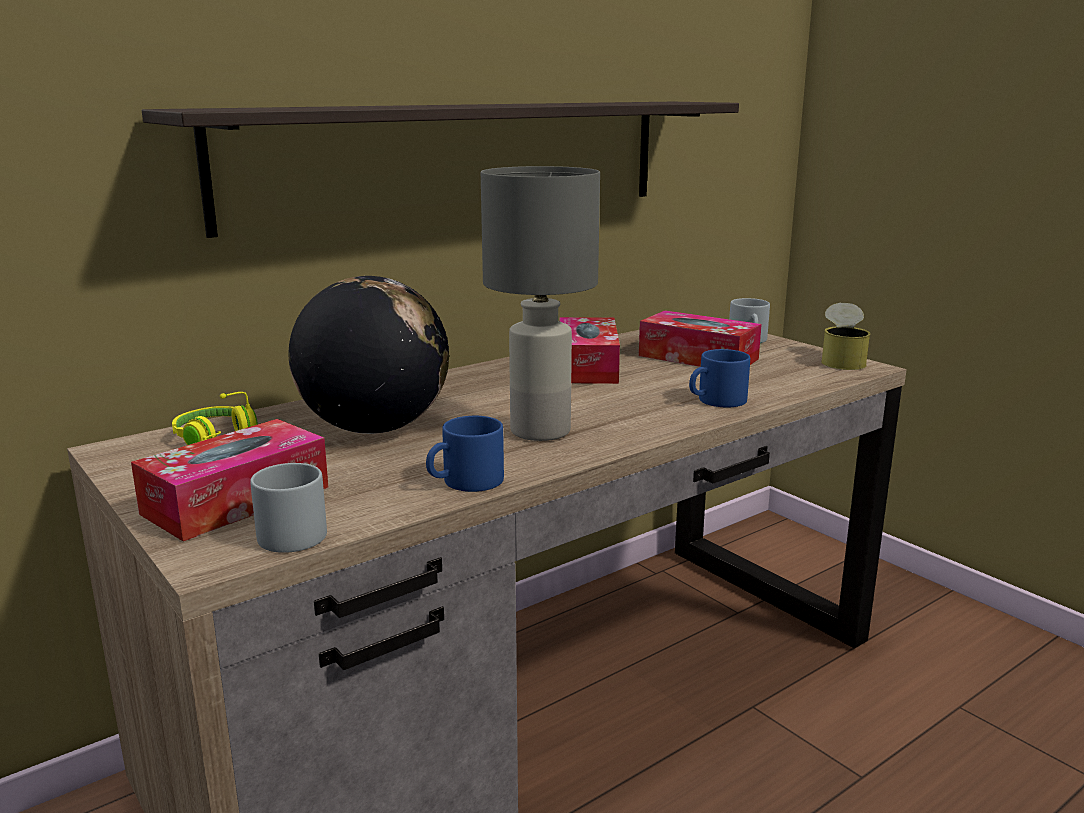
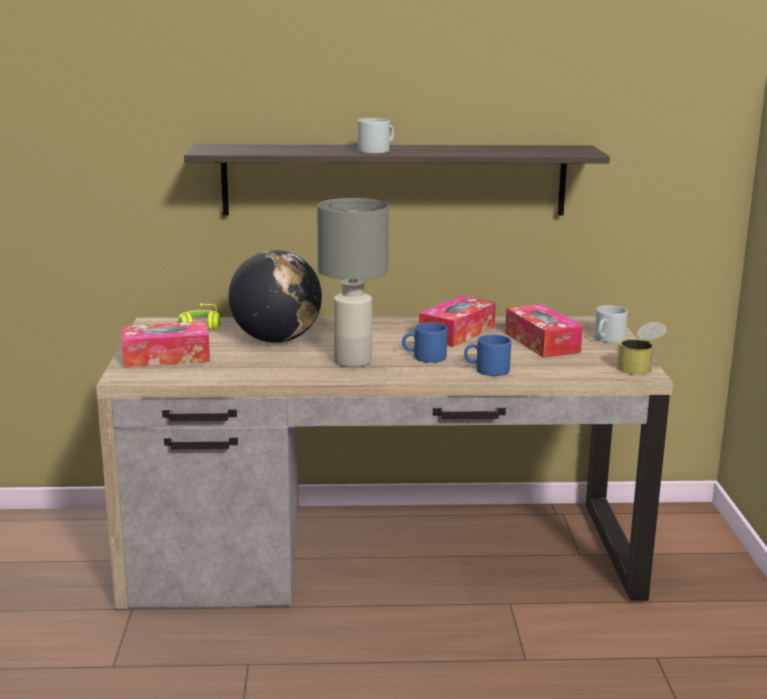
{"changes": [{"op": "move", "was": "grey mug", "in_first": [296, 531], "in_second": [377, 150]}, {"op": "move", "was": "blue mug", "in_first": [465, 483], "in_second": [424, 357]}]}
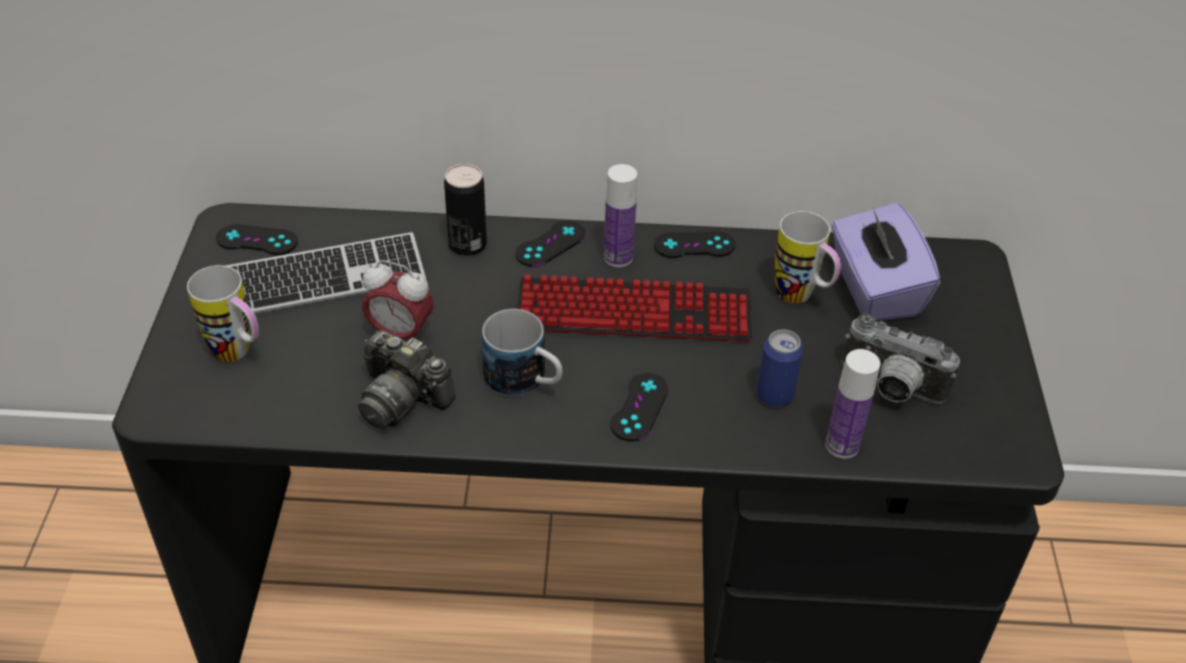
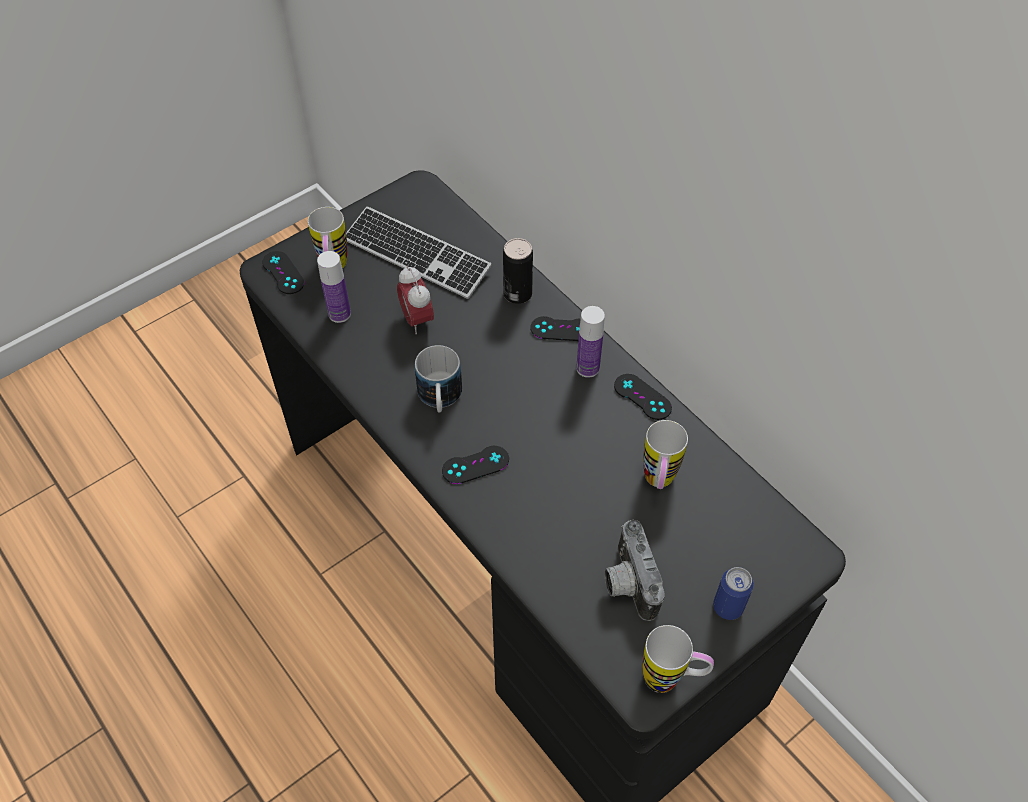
{"changes": [{"op": "move", "was": "black game controller", "in_first": [257, 240], "in_second": [283, 273]}, {"op": "move", "was": "bottle", "in_first": [842, 445], "in_second": [339, 314]}, {"op": "insert", "now": "mug", "in_second": [671, 680]}, {"op": "move", "was": "can", "in_first": [774, 395], "in_second": [728, 607]}, {"op": "delete", "was": "photo camera", "in_first": [401, 398]}, {"op": "delete", "was": "keyboard", "in_first": [633, 313]}, {"op": "delete", "was": "purple tissue box", "in_first": [874, 289]}]}
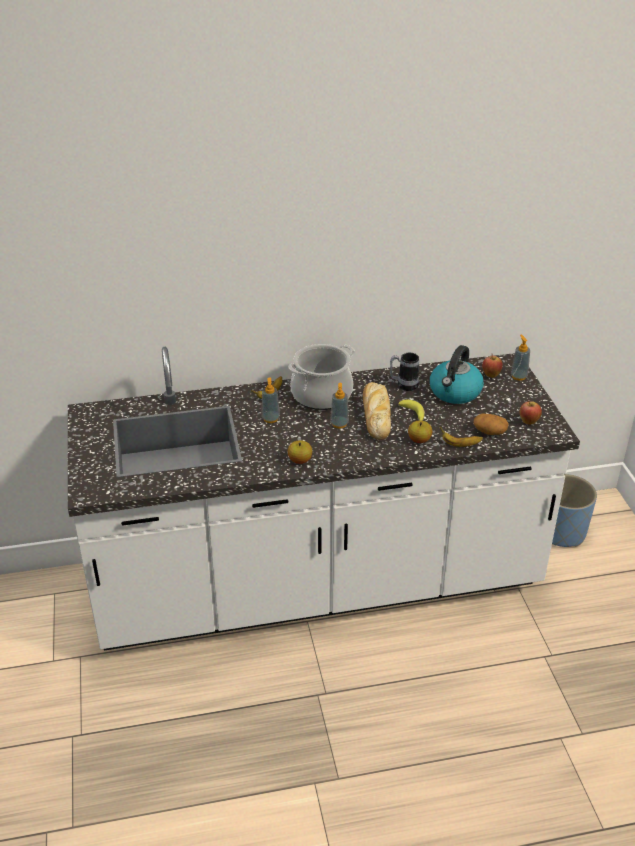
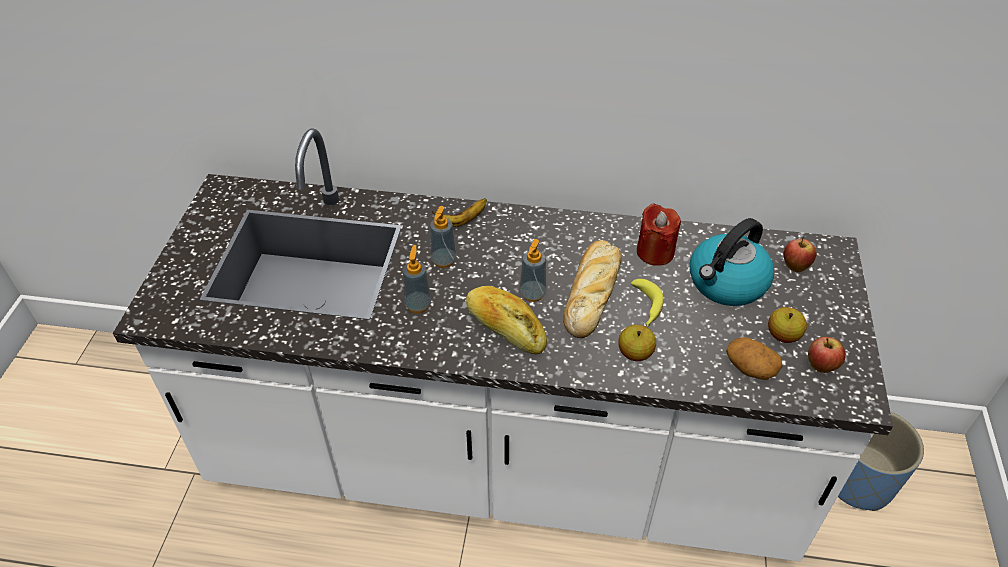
{"changes": [{"op": "move", "was": "soap dispenser", "in_first": [518, 376], "in_second": [418, 305]}, {"op": "insert", "now": "bread", "in_second": [505, 328]}, {"op": "replace", "was": "mug", "now": "red candle", "in_first": [403, 385], "in_second": [655, 252]}, {"op": "move", "was": "apple", "in_first": [300, 460], "in_second": [783, 335]}, {"op": "delete", "was": "cooking pot", "in_first": [321, 395]}, {"op": "delete", "was": "banana", "in_first": [459, 445]}]}
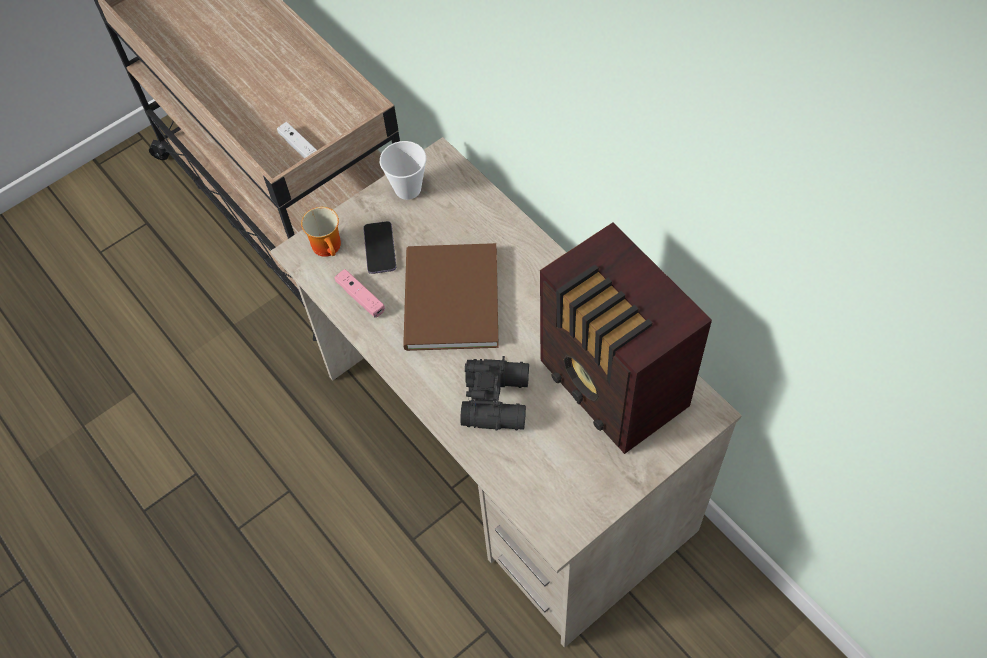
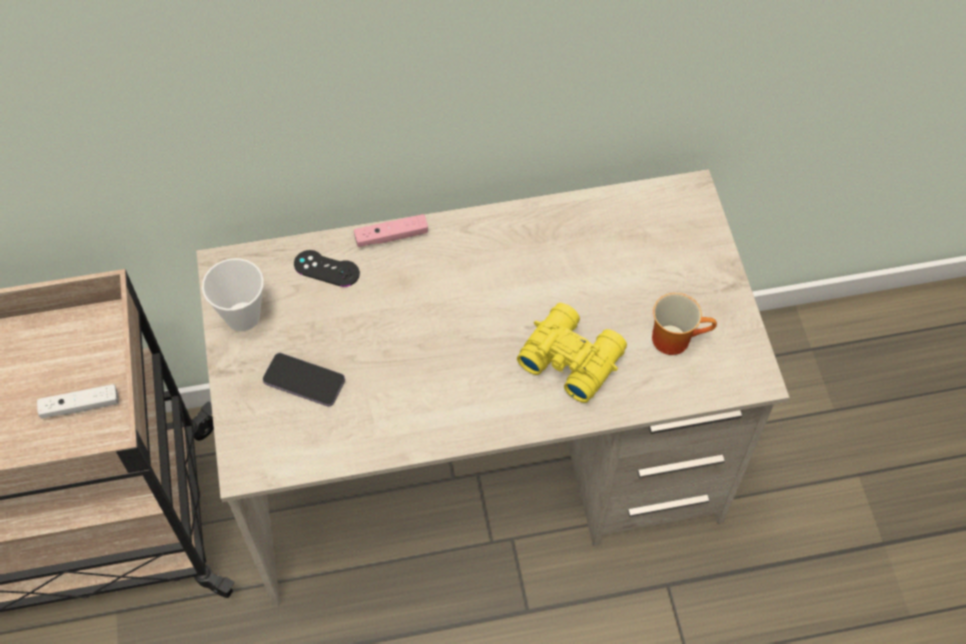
{"changes": [{"op": "insert", "now": "black game controller", "in_second": [326, 268]}, {"op": "move", "was": "pink game controller", "in_first": [360, 297], "in_second": [391, 236]}, {"op": "recolor", "was": "black binoculars", "now": "yellow binoculars", "in_first": [498, 398], "in_second": [570, 357]}, {"op": "move", "was": "mug", "in_first": [330, 246], "in_second": [675, 336]}, {"op": "delete", "was": "brown book", "in_first": [448, 302]}, {"op": "delete", "was": "radio", "in_first": [613, 387]}]}
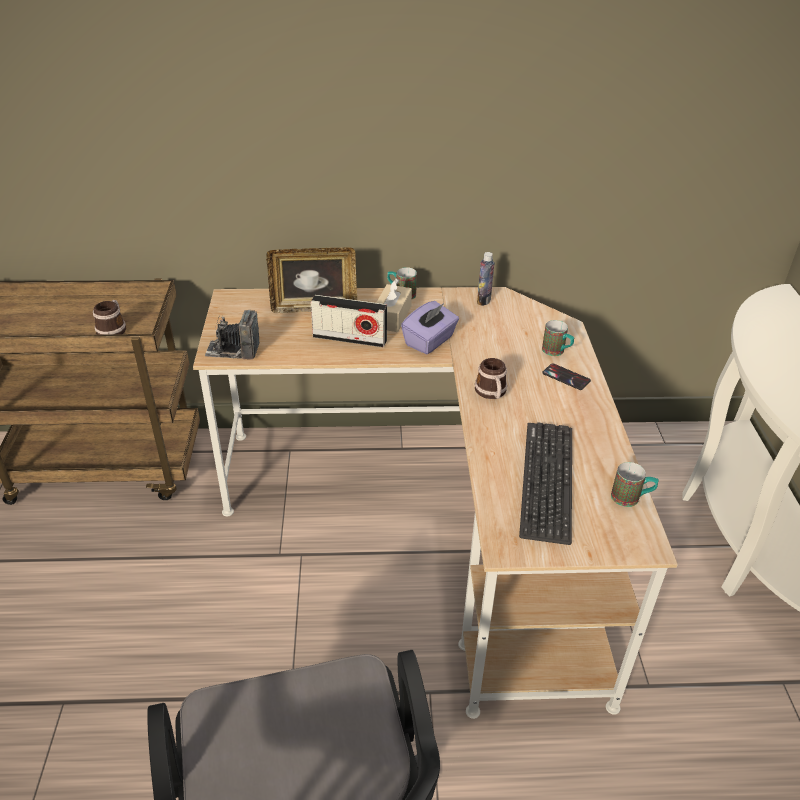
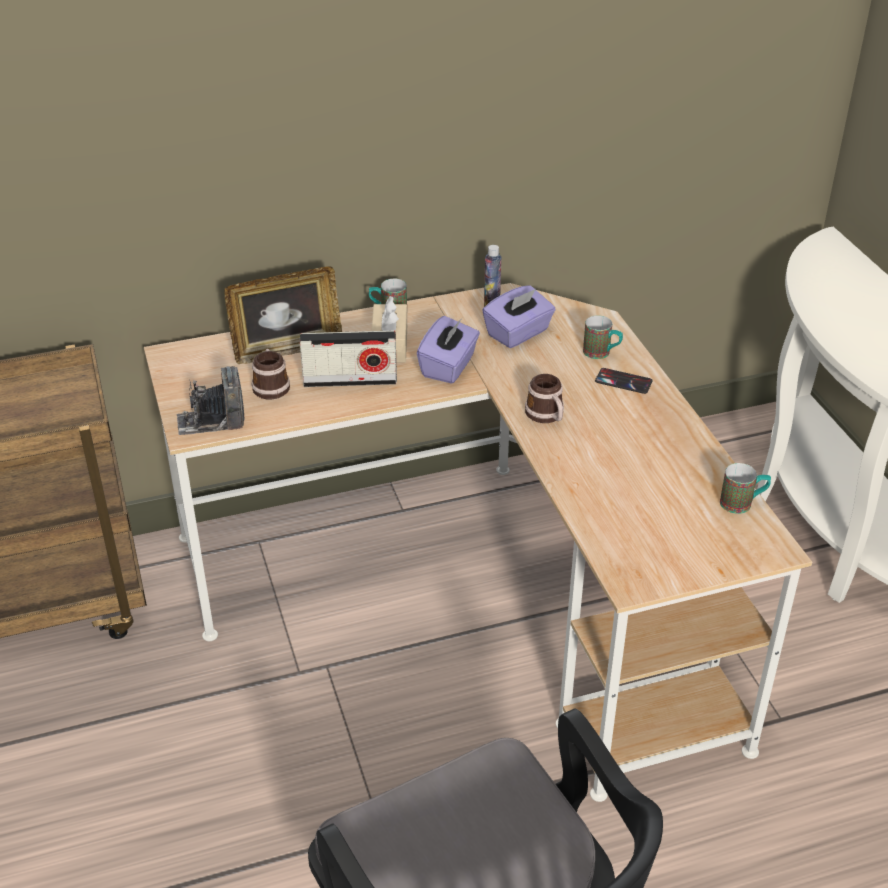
{"changes": [{"op": "move", "was": "mug", "in_first": [113, 328], "in_second": [271, 385]}, {"op": "insert", "now": "purple tissue box", "in_second": [518, 333]}, {"op": "delete", "was": "keyboard", "in_first": [547, 480]}]}
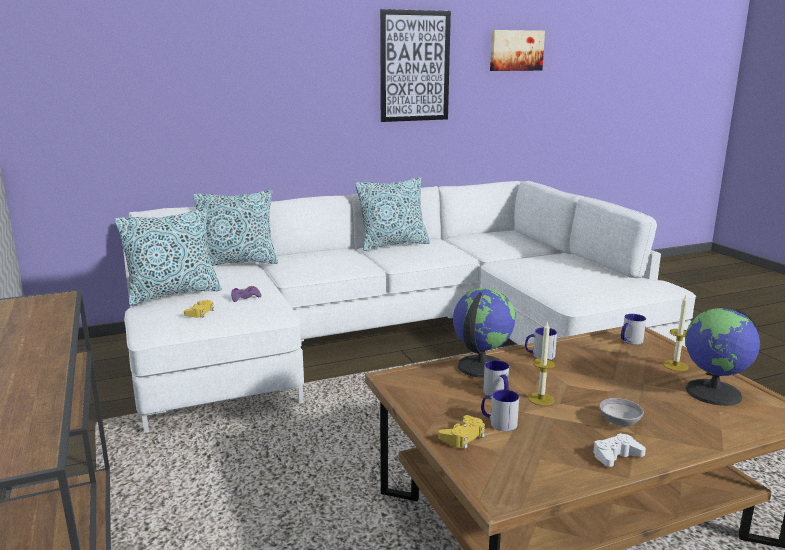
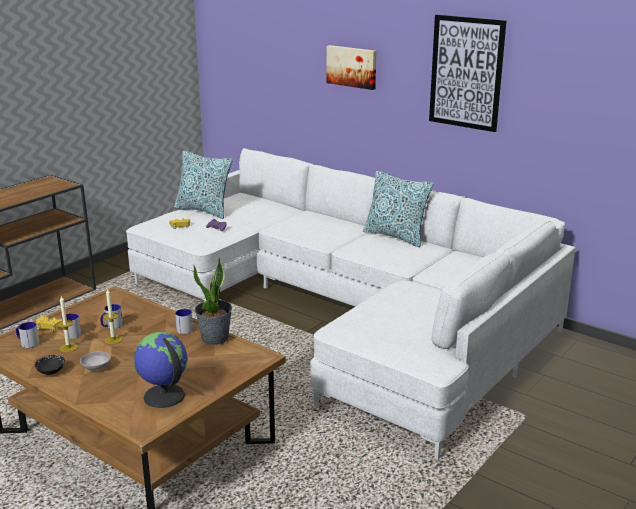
{"changes": [{"op": "move", "was": "mug", "in_first": [629, 341], "in_second": [27, 343]}, {"op": "replace", "was": "white game controller", "now": "black bowl", "in_first": [616, 456], "in_second": [51, 371]}, {"op": "move", "was": "candle", "in_first": [675, 365], "in_second": [68, 347]}, {"op": "insert", "now": "potted plant", "in_second": [215, 338]}, {"op": "move", "was": "picture", "in_first": [516, 50], "in_second": [352, 66]}, {"op": "delete", "was": "pillow", "in_first": [238, 262]}, {"op": "delete", "was": "globe", "in_first": [480, 366]}]}
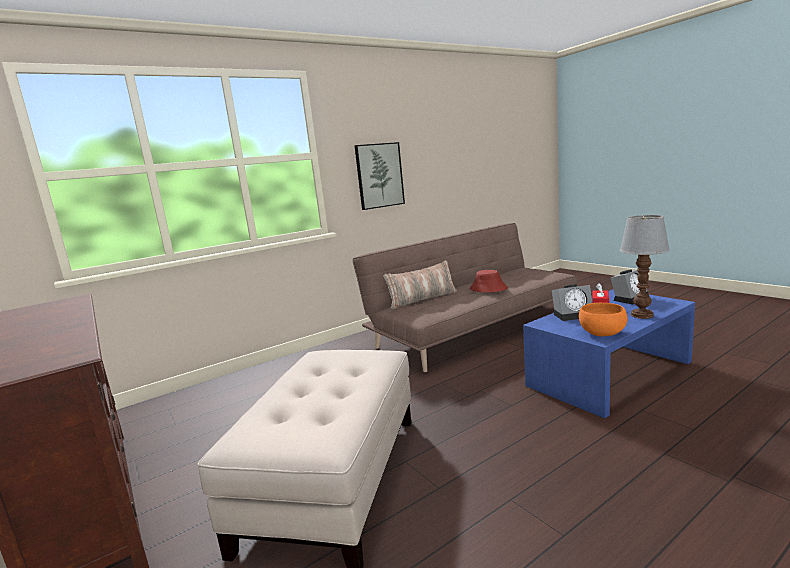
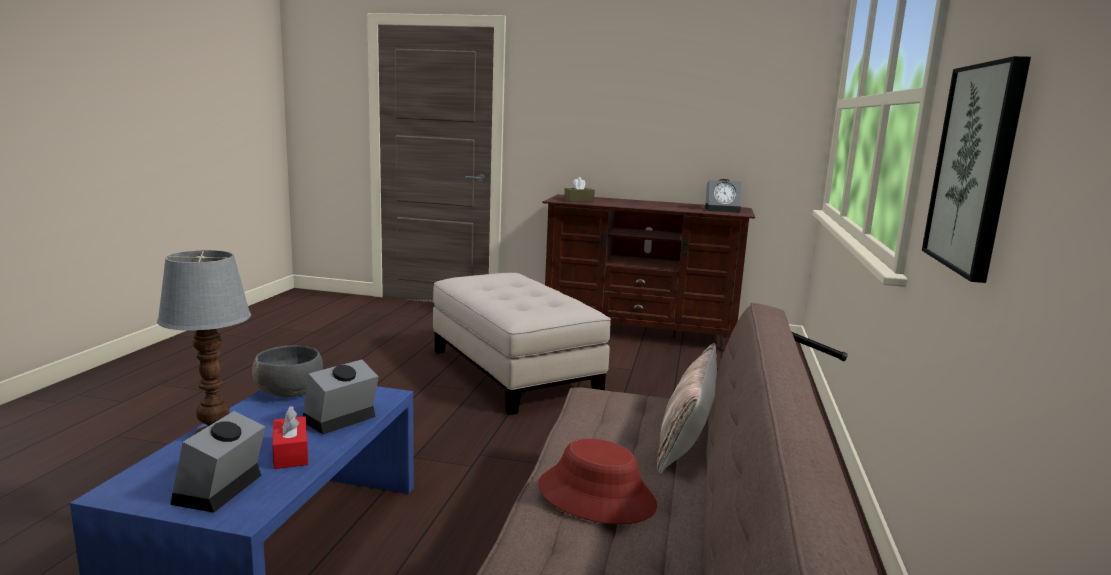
{"changes": [{"op": "recolor", "was": "orange bowl", "now": "grey bowl", "in_first": [602, 333], "in_second": [289, 392]}, {"op": "insert", "now": "brown tissue box", "in_second": [579, 200]}, {"op": "insert", "now": "alarm clock", "in_second": [723, 210]}]}
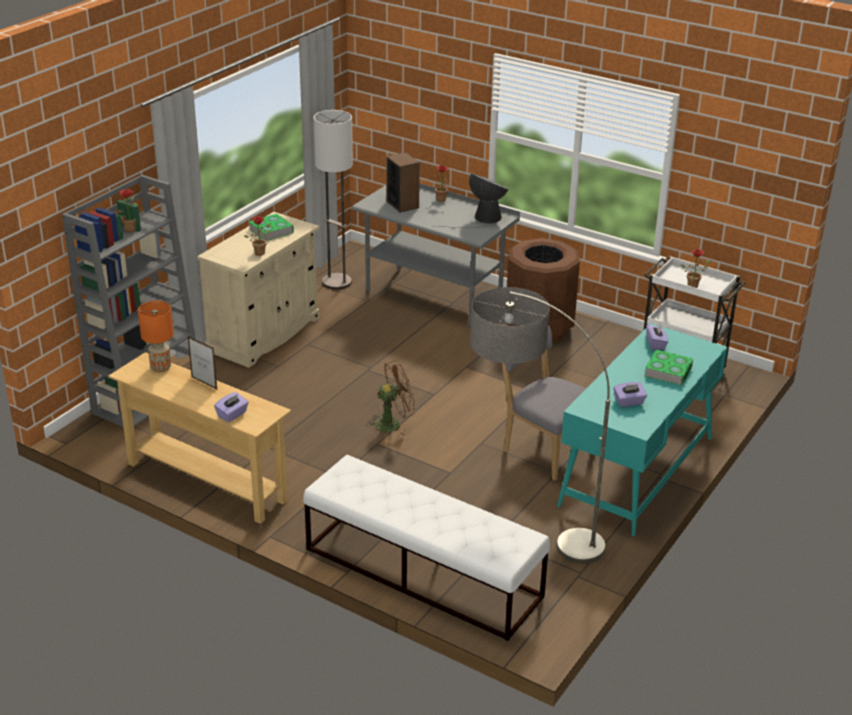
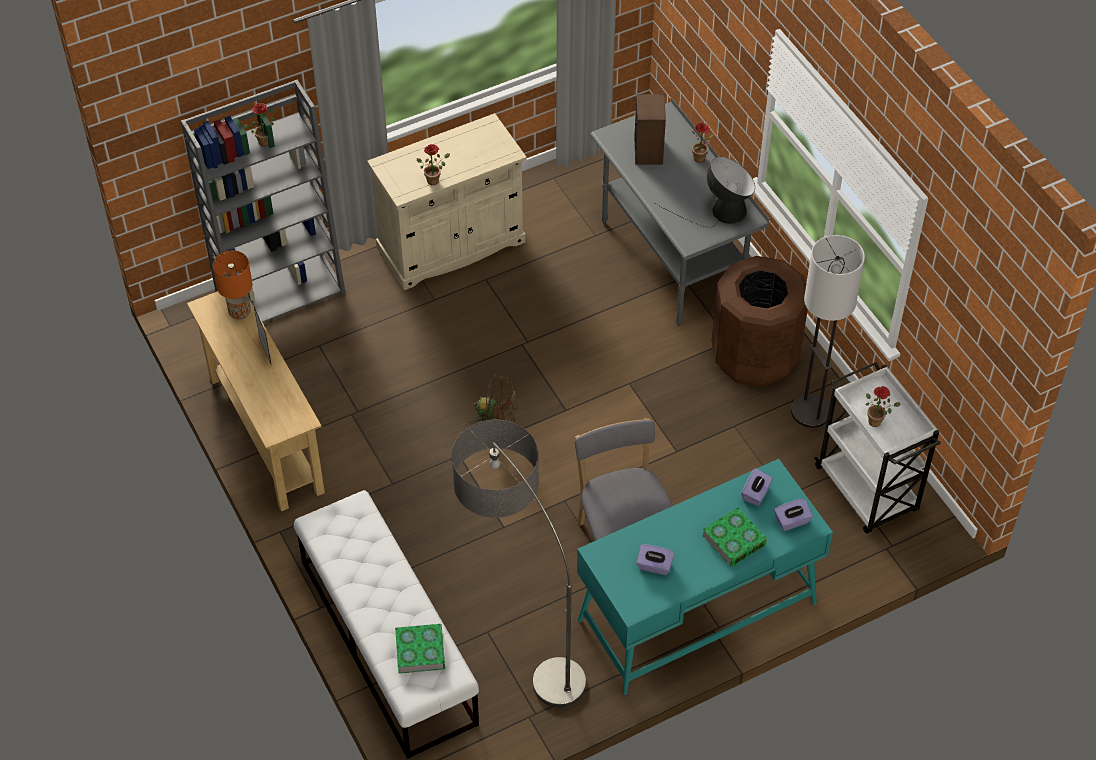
{"changes": [{"op": "move", "was": "book", "in_first": [271, 231], "in_second": [420, 651]}, {"op": "move", "was": "purple tissue box", "in_first": [232, 415], "in_second": [792, 521]}, {"op": "move", "was": "floor lamp", "in_first": [337, 282], "in_second": [811, 411]}]}
